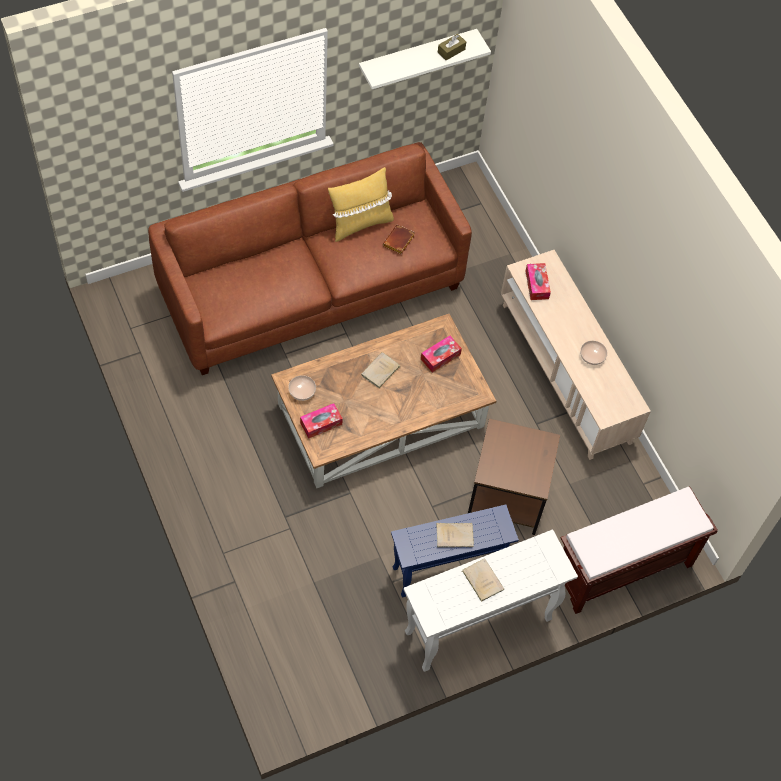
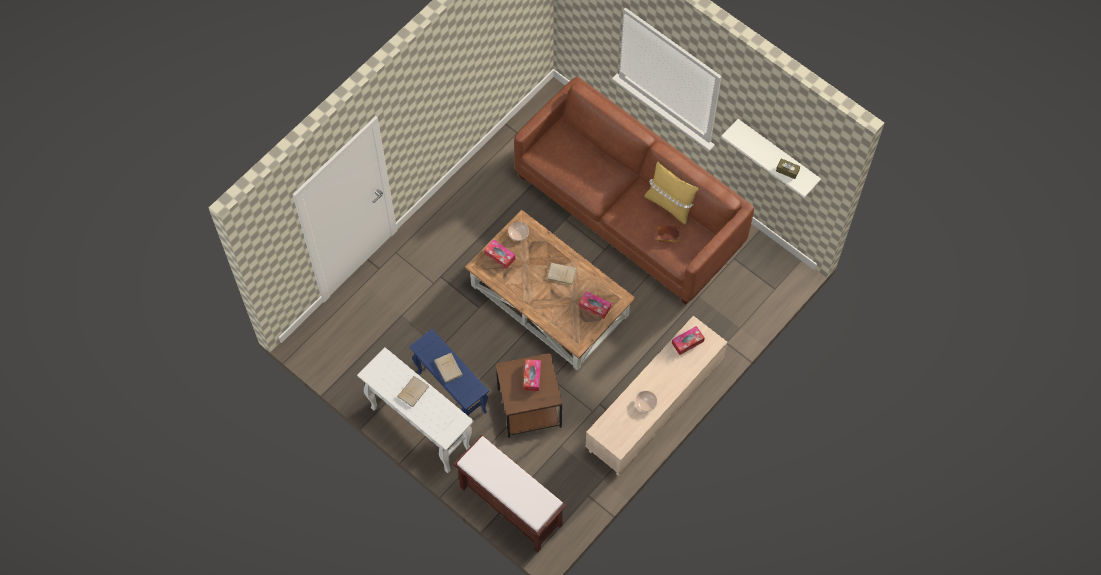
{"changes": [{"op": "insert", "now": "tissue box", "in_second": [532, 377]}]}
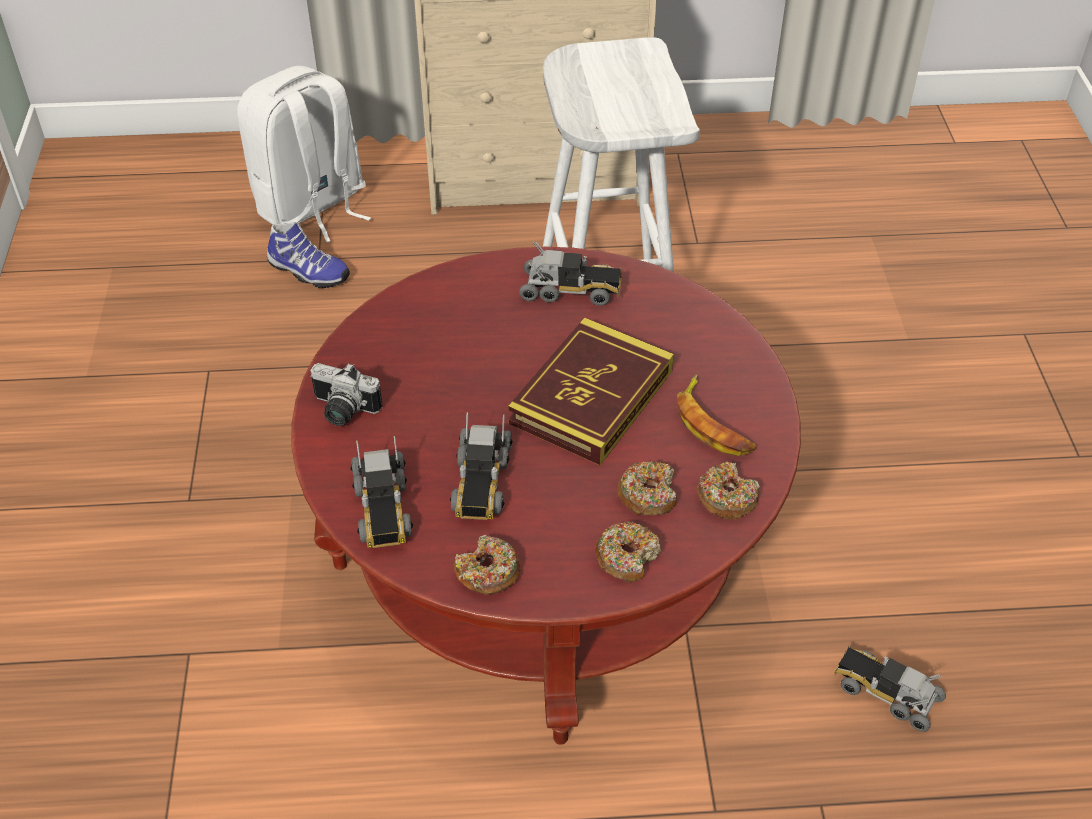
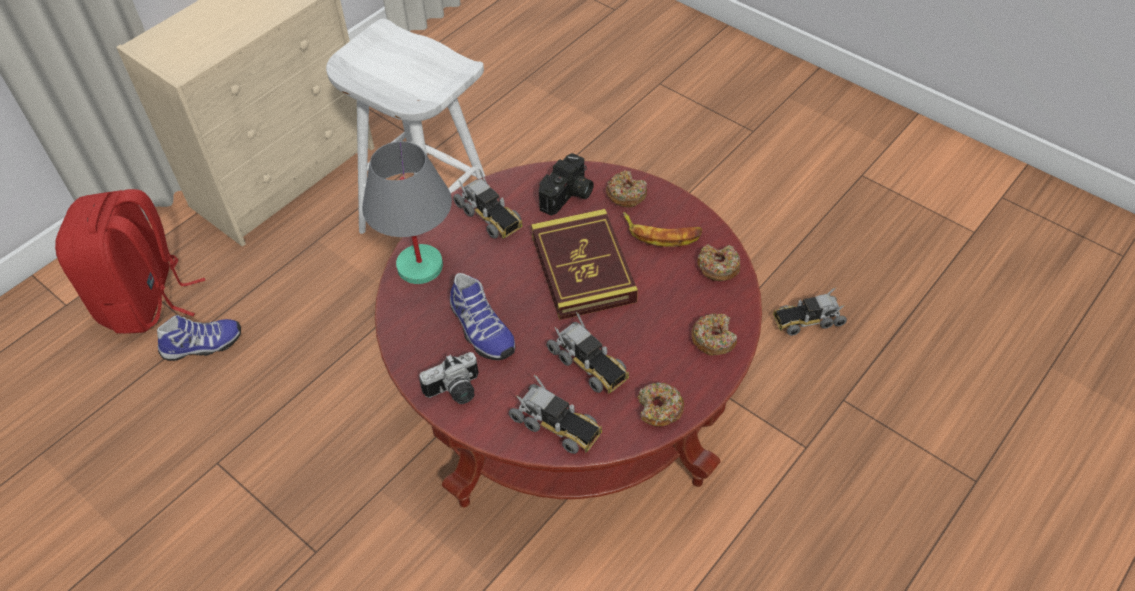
{"changes": [{"op": "recolor", "was": "white backpack", "now": "red backpack", "in_first": [312, 206], "in_second": [146, 300]}, {"op": "insert", "now": "grey table lamp", "in_second": [420, 267]}, {"op": "insert", "now": "shoe", "in_second": [480, 330]}, {"op": "rotate", "was": "toy truck", "in_first": [570, 290], "in_second": [489, 216], "clockwise": 90}, {"op": "insert", "now": "photo camera", "in_second": [568, 196]}, {"op": "move", "was": "donut", "in_first": [648, 495], "in_second": [626, 194]}]}
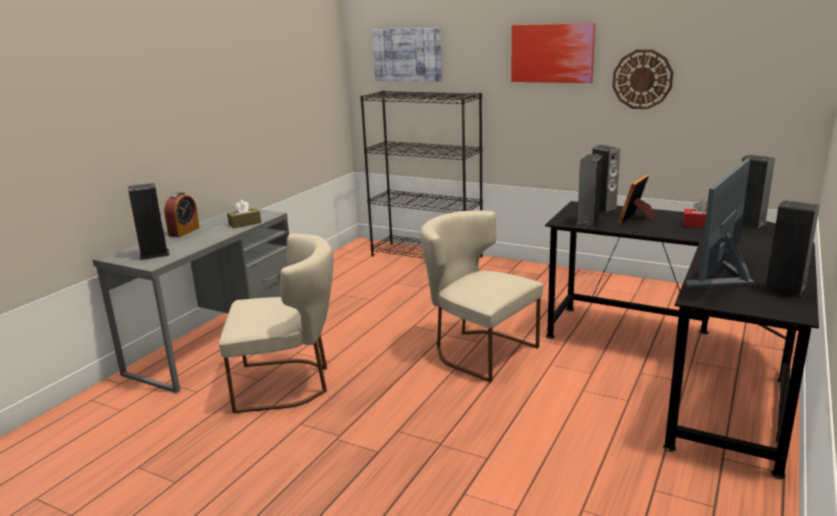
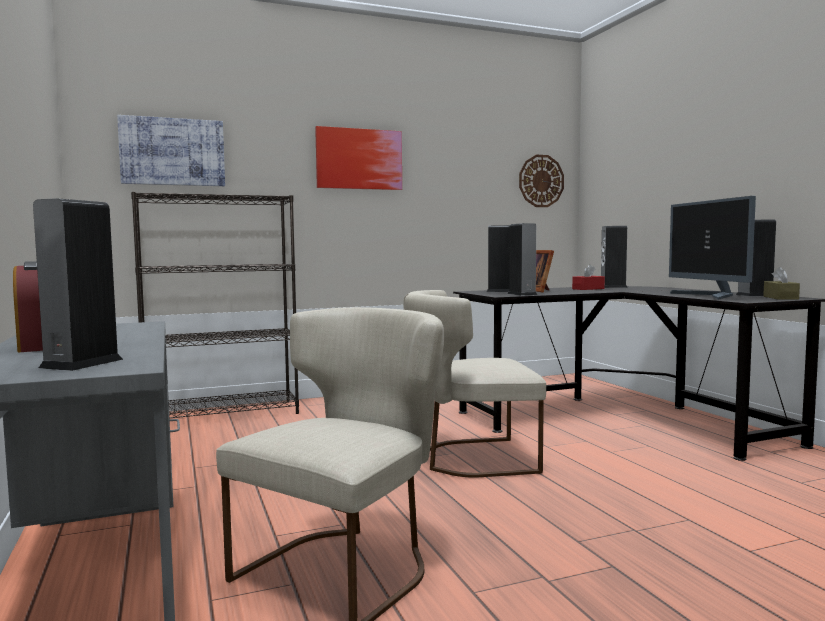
{"changes": [{"op": "move", "was": "wall clock", "in_first": [642, 79], "in_second": [541, 181]}, {"op": "move", "was": "brown tissue box", "in_first": [245, 224], "in_second": [780, 298]}]}
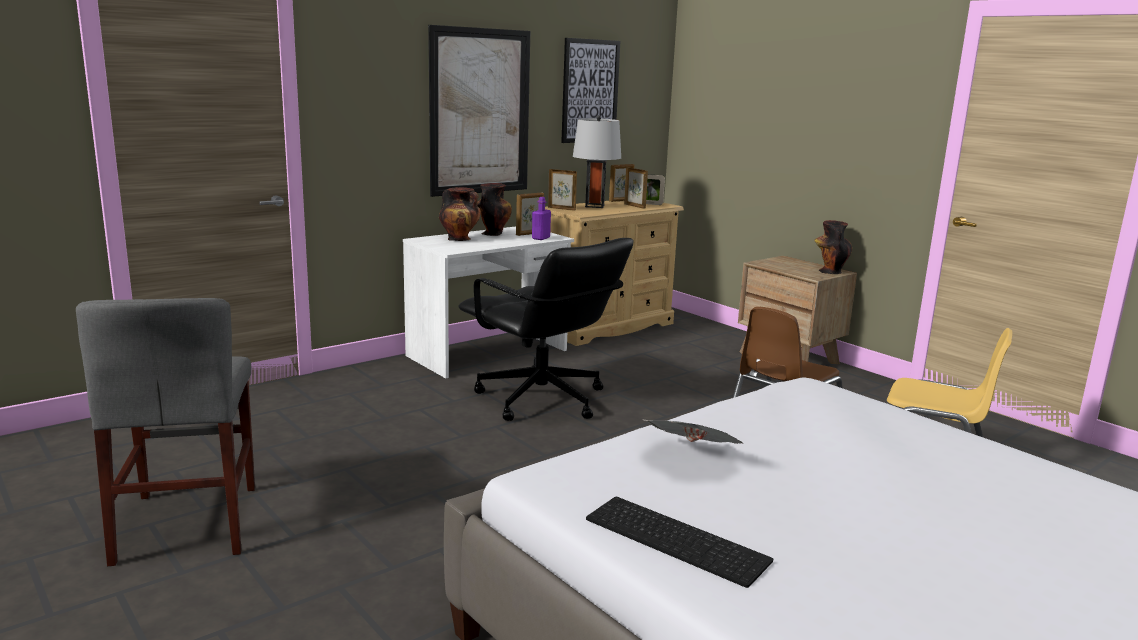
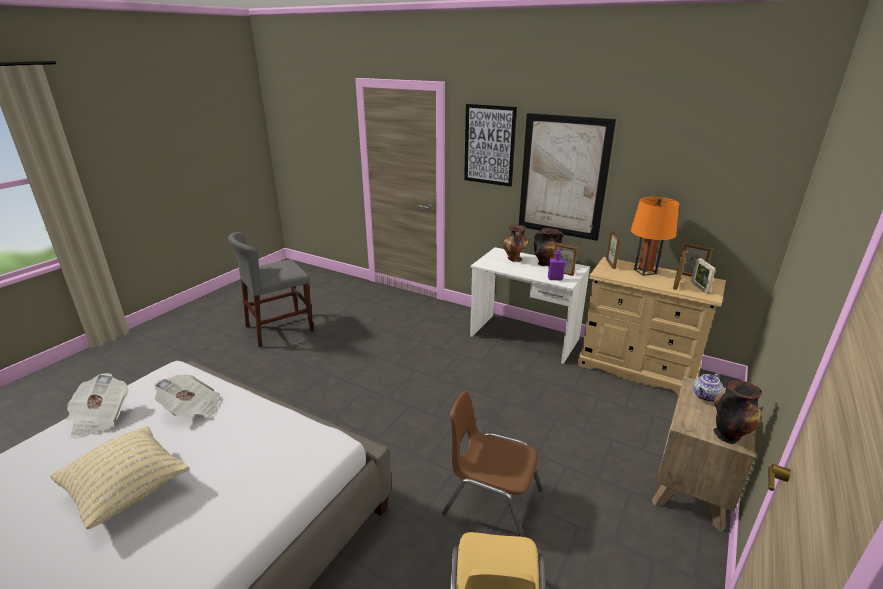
{"changes": [{"op": "insert", "now": "beige pillow", "in_second": [128, 491]}, {"op": "replace", "was": "keyboard", "now": "newspaper", "in_first": [679, 539], "in_second": [100, 418]}, {"op": "move", "was": "picture", "in_first": [590, 91], "in_second": [489, 145]}, {"op": "recolor", "was": "grey table lamp", "now": "orange table lamp", "in_first": [594, 206], "in_second": [645, 271]}, {"op": "insert", "now": "teapot", "in_second": [705, 396]}, {"op": "delete", "was": "black office chair", "in_first": [541, 400]}]}
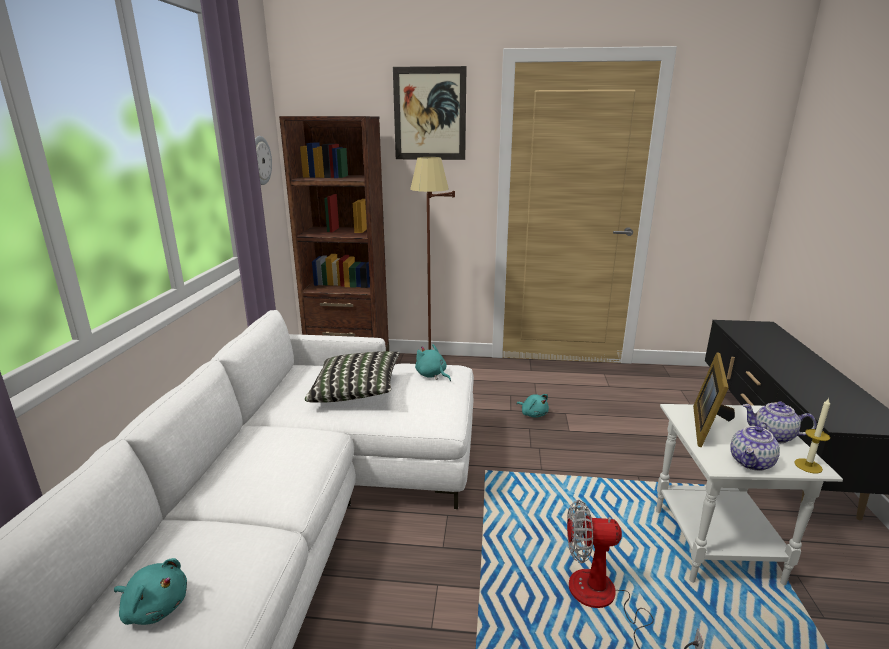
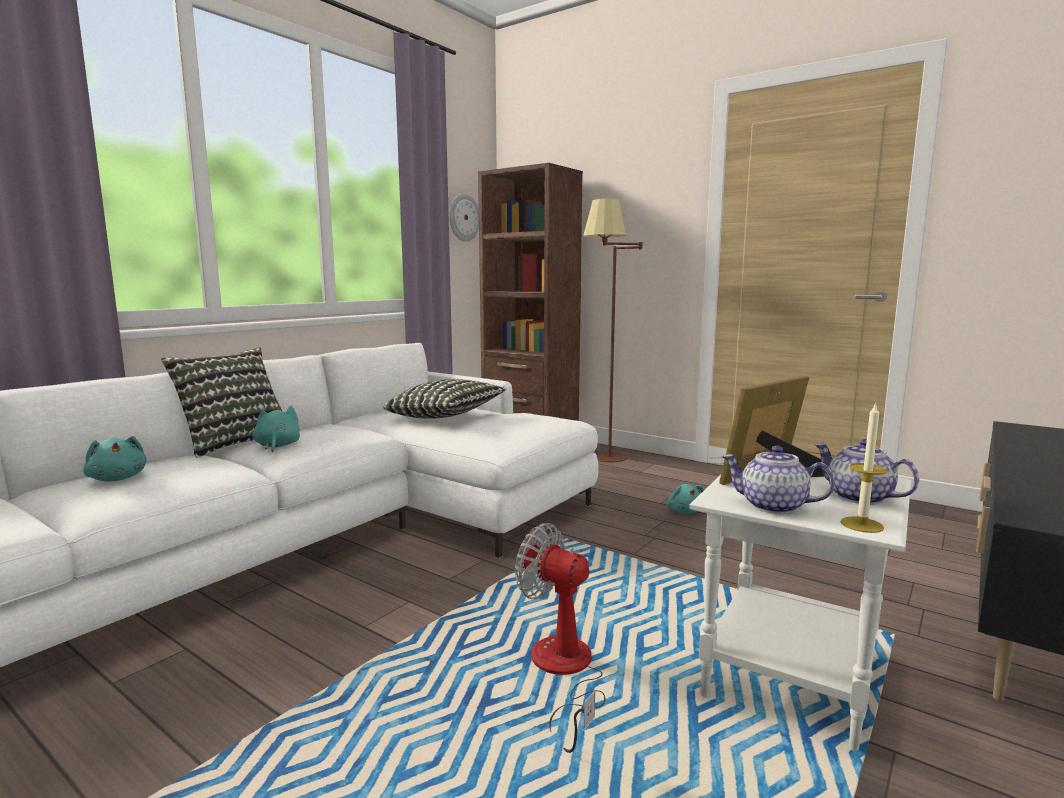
{"changes": [{"op": "insert", "now": "pillow", "in_second": [234, 442]}, {"op": "move", "was": "turquoise plush toy", "in_first": [432, 375], "in_second": [277, 446]}, {"op": "rotate", "was": "teapot", "in_first": [751, 462], "in_second": [772, 506], "clockwise": 45}, {"op": "delete", "was": "picture", "in_first": [429, 114]}]}
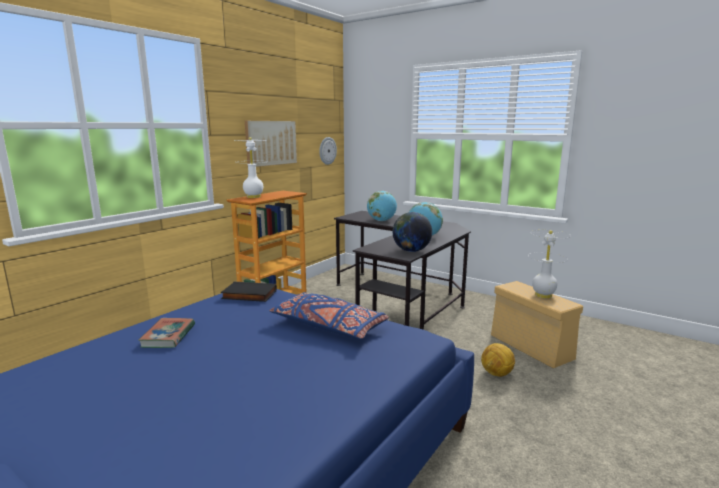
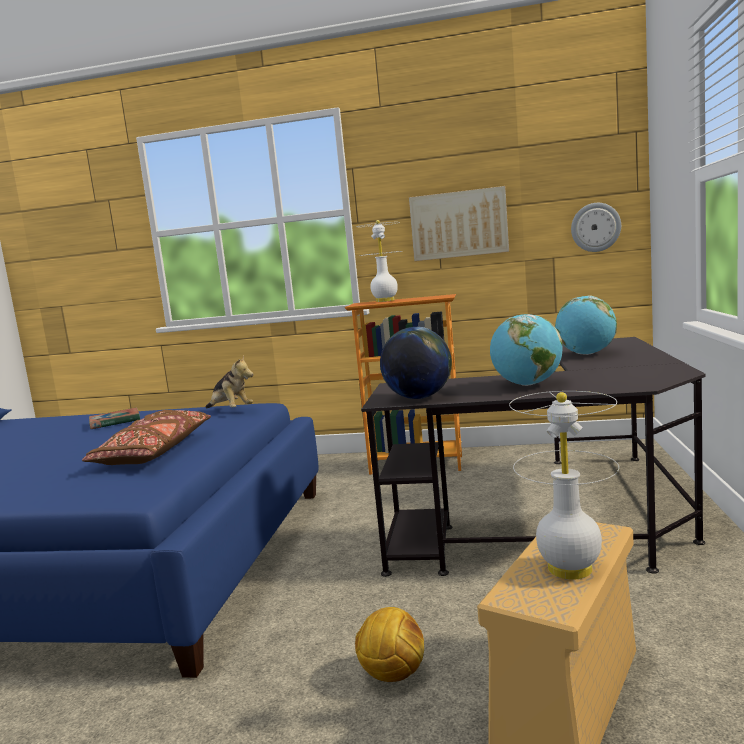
{"changes": [{"op": "recolor", "was": "blue pillow", "now": "brown pillow", "in_first": [329, 326], "in_second": [155, 452]}, {"op": "replace", "was": "black book", "now": "plush toy", "in_first": [248, 295], "in_second": [230, 410]}]}
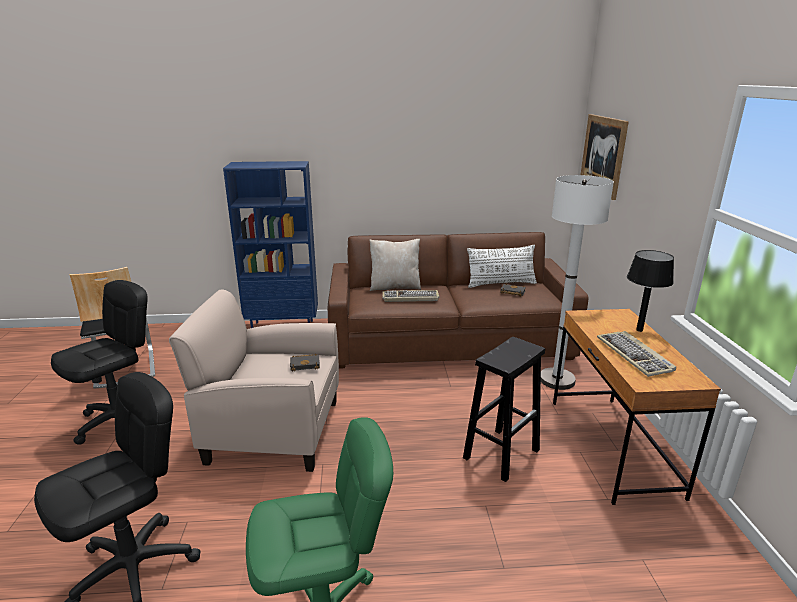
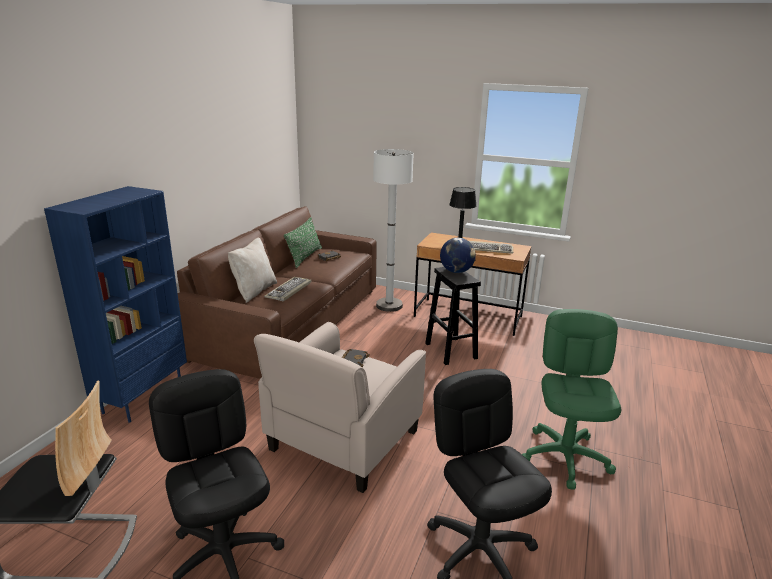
{"changes": [{"op": "recolor", "was": "white pillow", "now": "green pillow", "in_first": [501, 283], "in_second": [305, 257]}, {"op": "insert", "now": "globe", "in_second": [456, 271]}, {"op": "delete", "was": "picture", "in_first": [603, 155]}]}
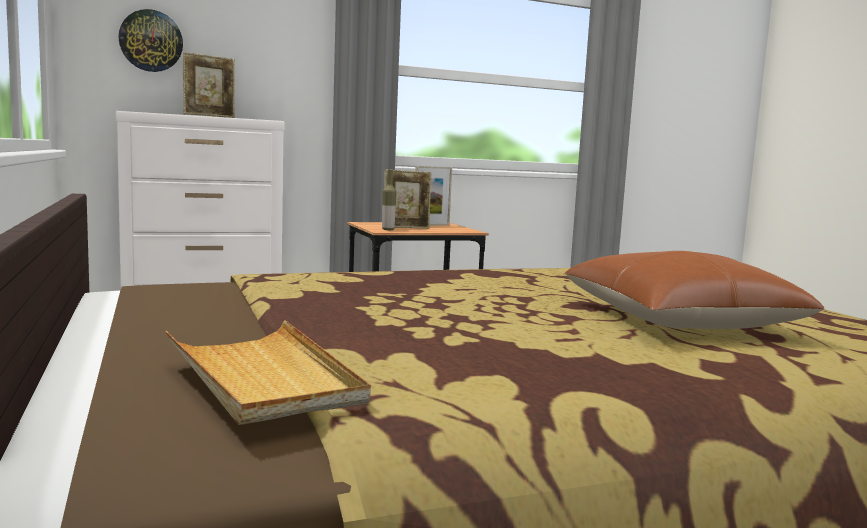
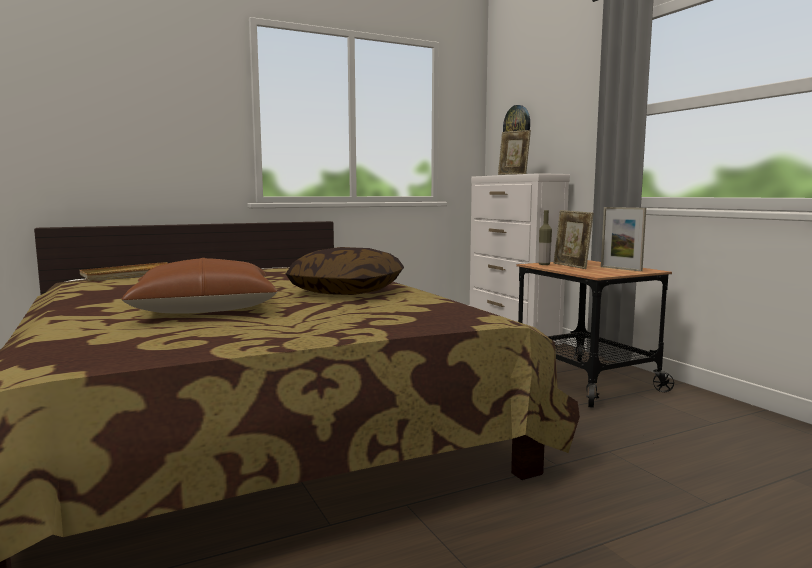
{"changes": [{"op": "insert", "now": "pillow", "in_second": [347, 291]}]}
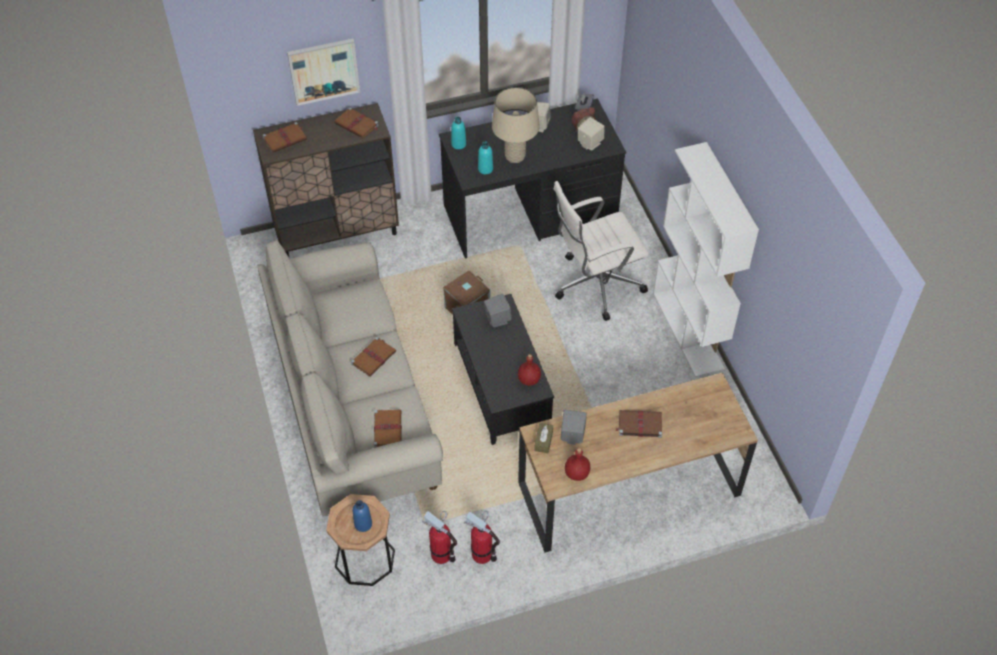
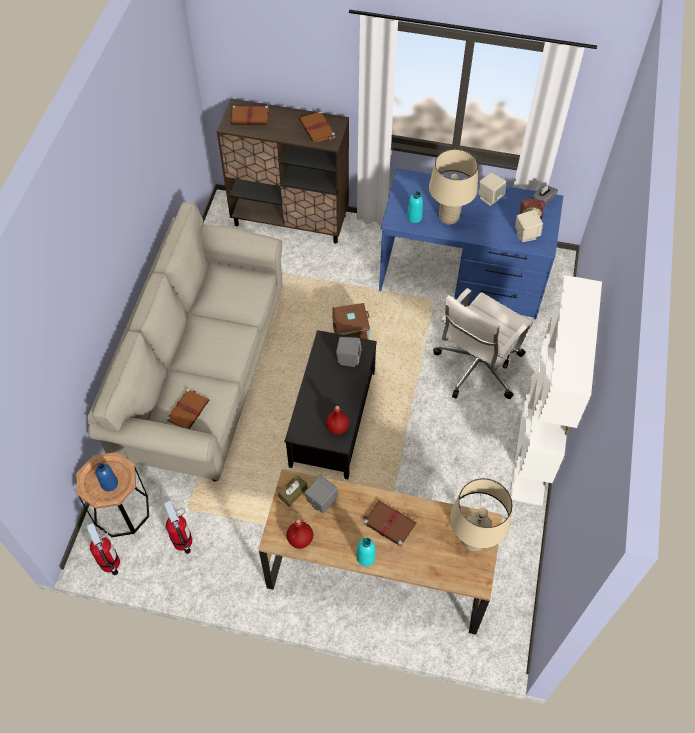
{"changes": [{"op": "move", "was": "fire extinguisher", "in_first": [482, 554], "in_second": [110, 563]}, {"op": "move", "was": "turquoise bottle", "in_first": [458, 144], "in_second": [365, 557]}, {"op": "recolor", "was": "black desk", "now": "blue desk", "in_first": [530, 214], "in_second": [462, 277]}, {"op": "rotate", "was": "white office chair", "in_first": [595, 284], "in_second": [476, 367], "clockwise": -60}, {"op": "insert", "now": "beige table lamp", "in_second": [473, 540]}, {"op": "delete", "was": "picture", "in_first": [324, 71]}, {"op": "delete", "was": "brown book", "in_first": [374, 357]}]}
